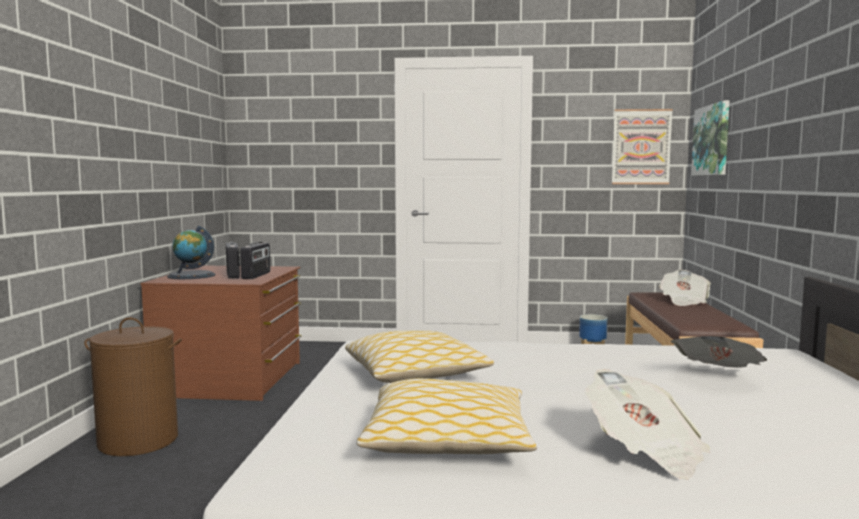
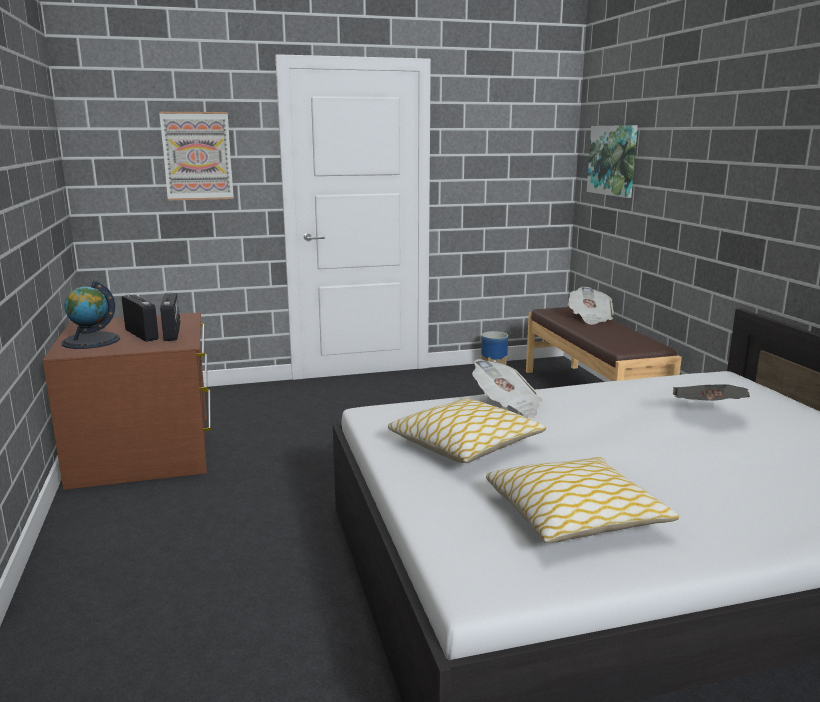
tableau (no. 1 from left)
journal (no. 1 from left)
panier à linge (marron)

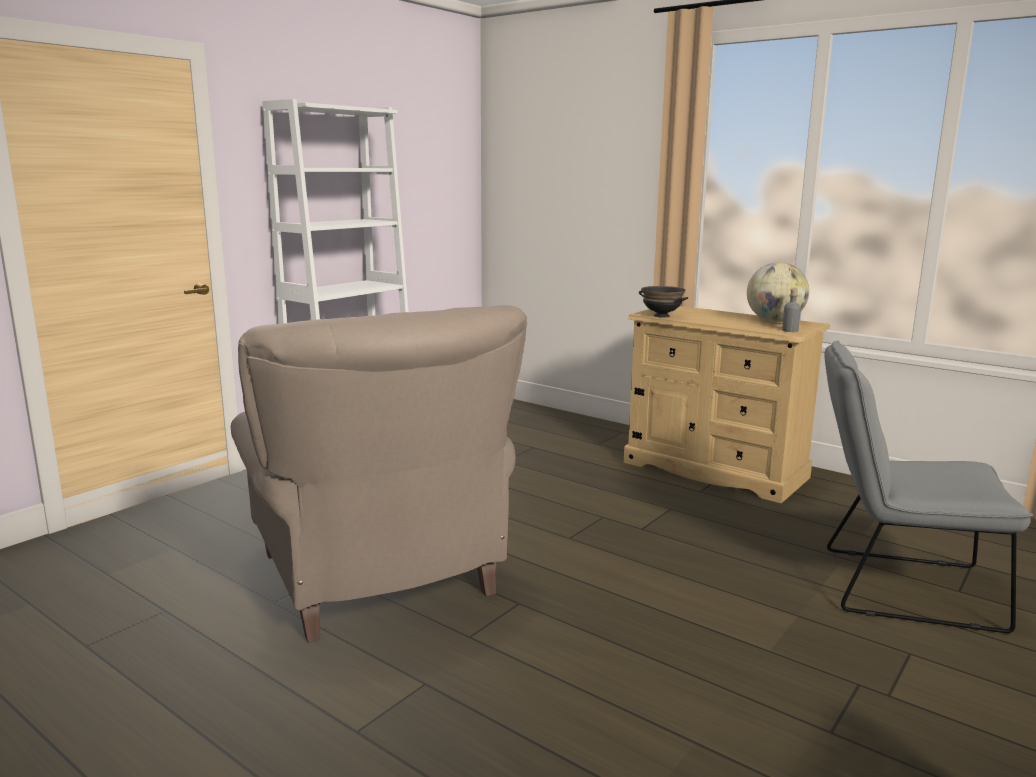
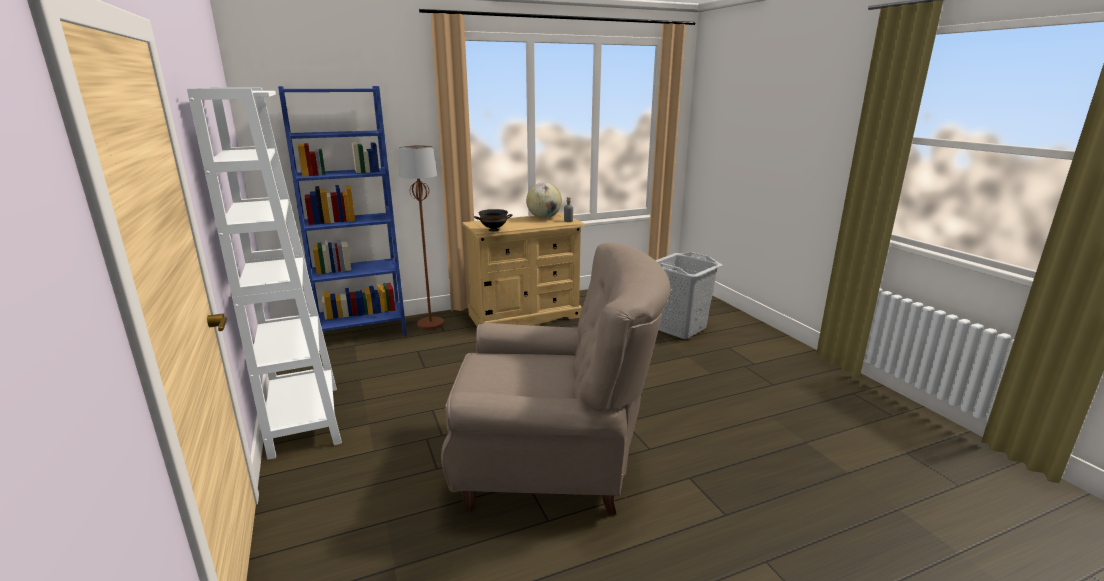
bibliothèque (bleu)
lampadaire (marron)
panier à linge (gris)

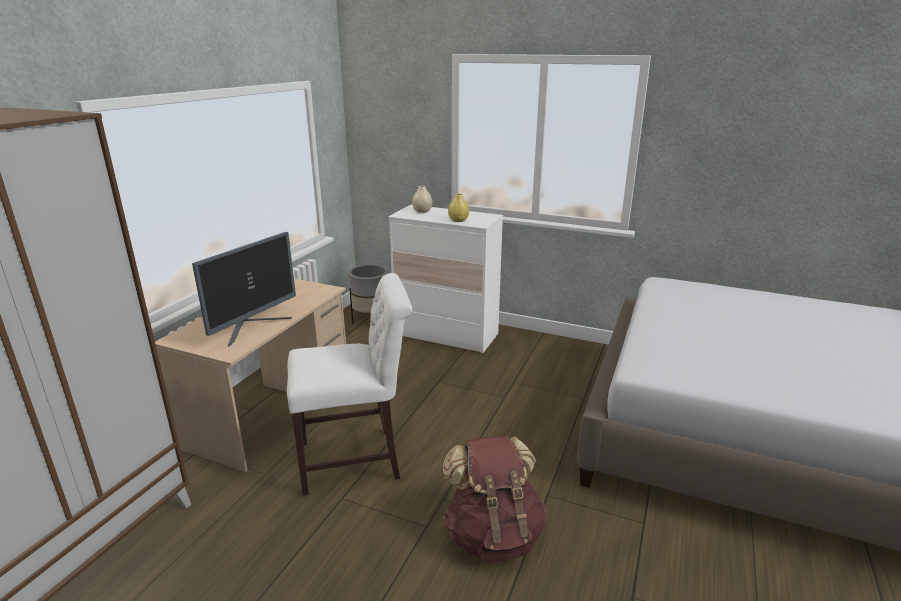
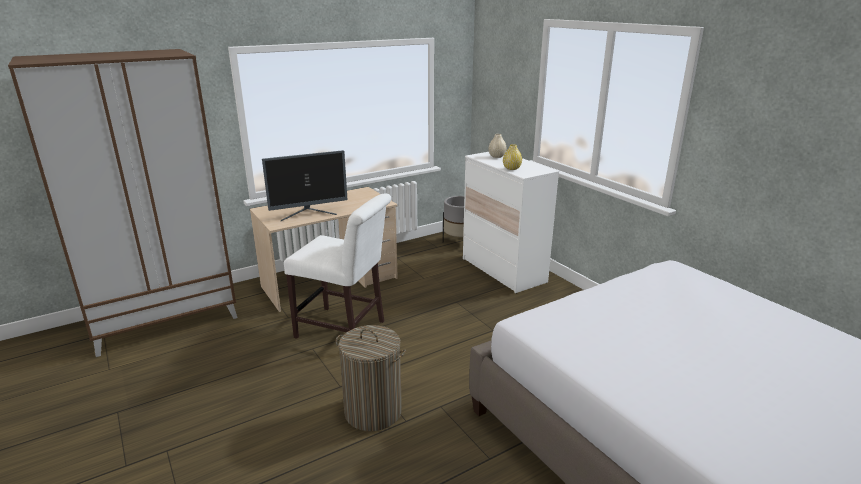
panier à linge

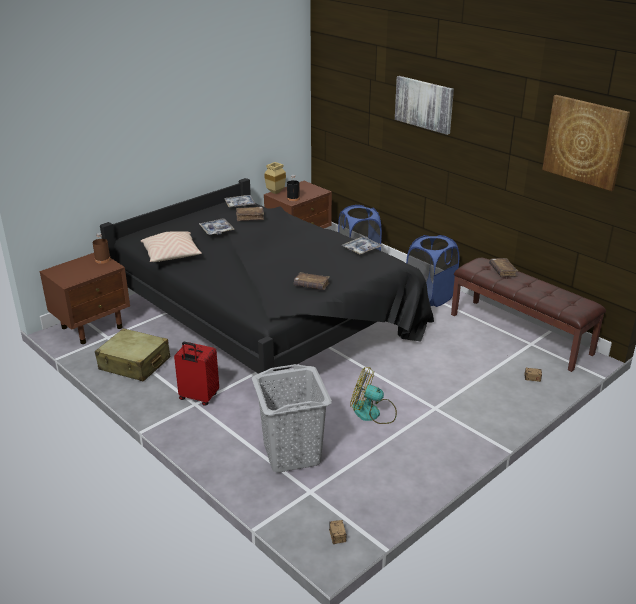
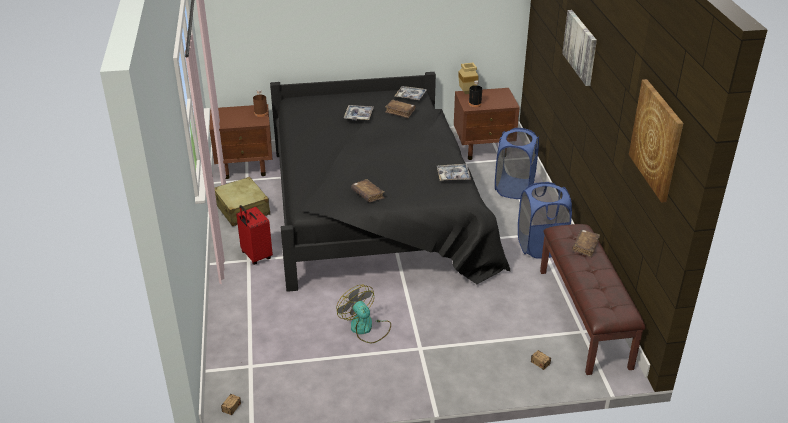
coussin (beige)
panier à linge (gris)

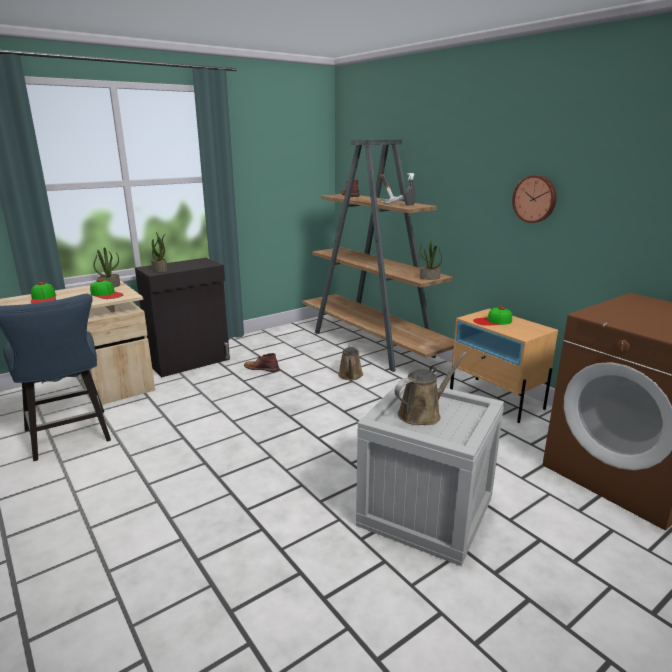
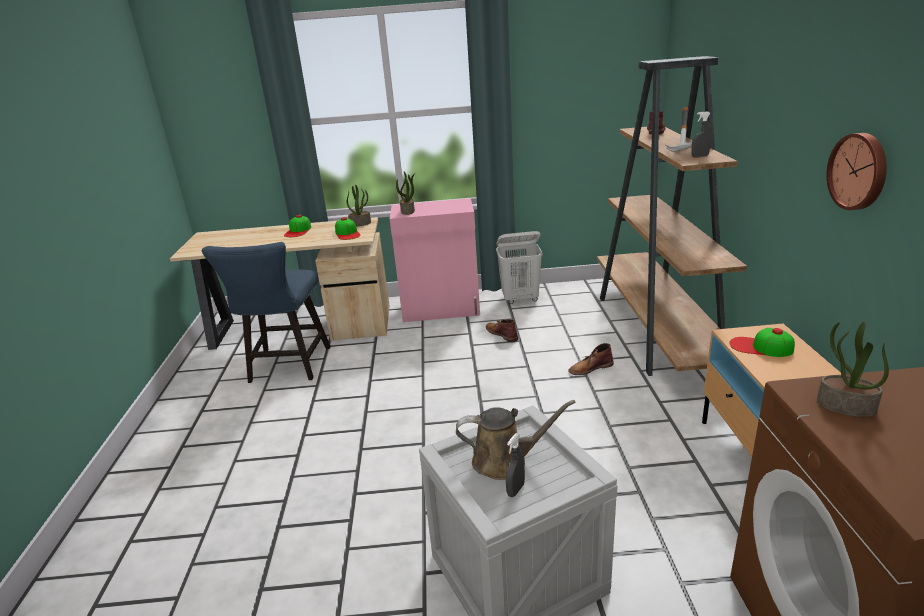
meuble de rangement (rose)
panier à linge (blanc)
vaporisateur (gris) (no. 1 from left)
botte (marron) (no. 2 from left)
plante en pot (no. 3 from left)

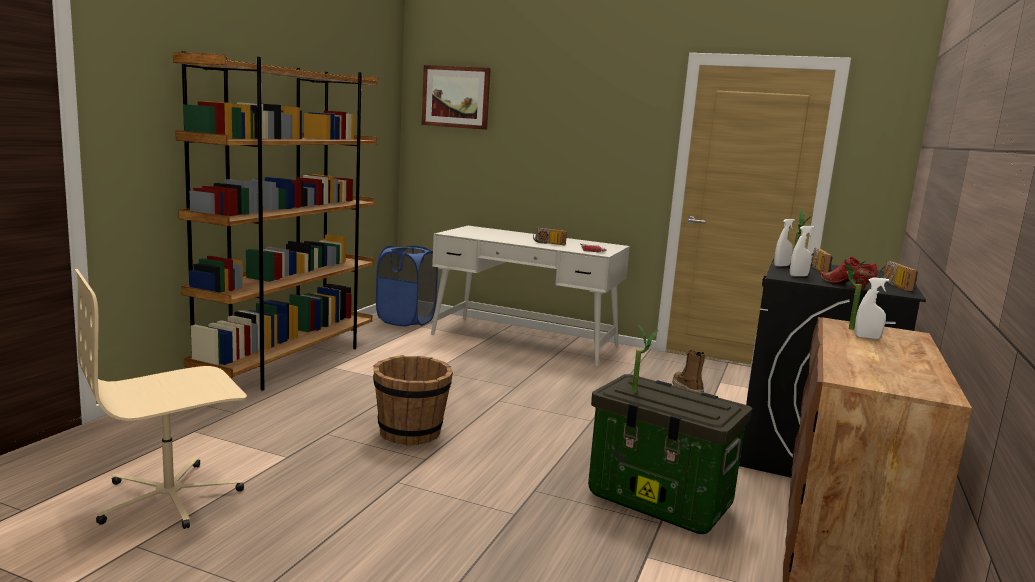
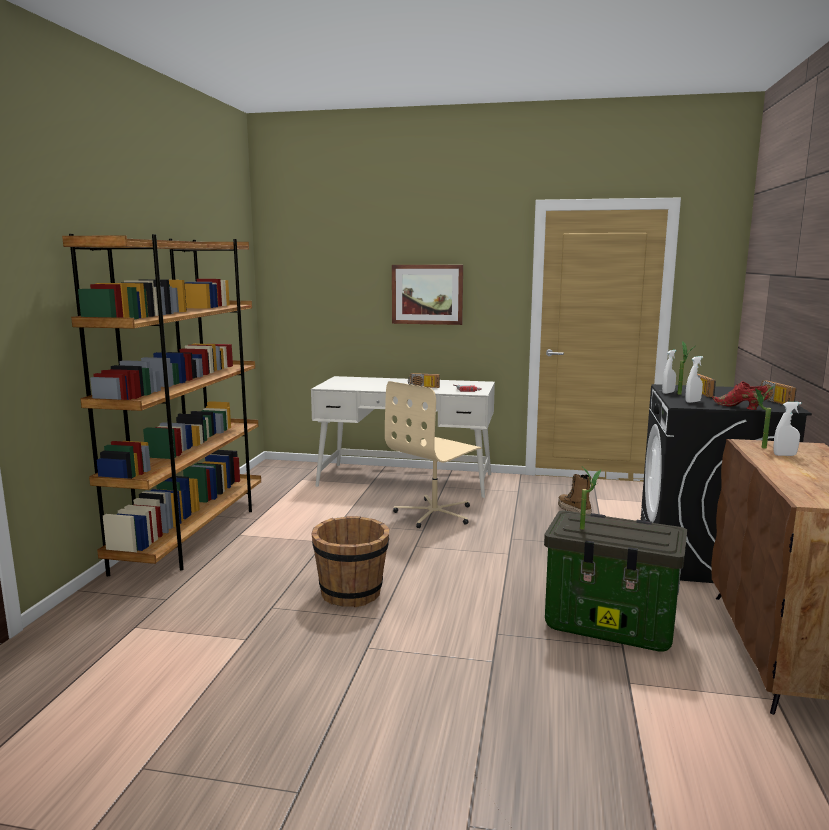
chaise de bureau (beige)
tableau
panier à linge (bleu)

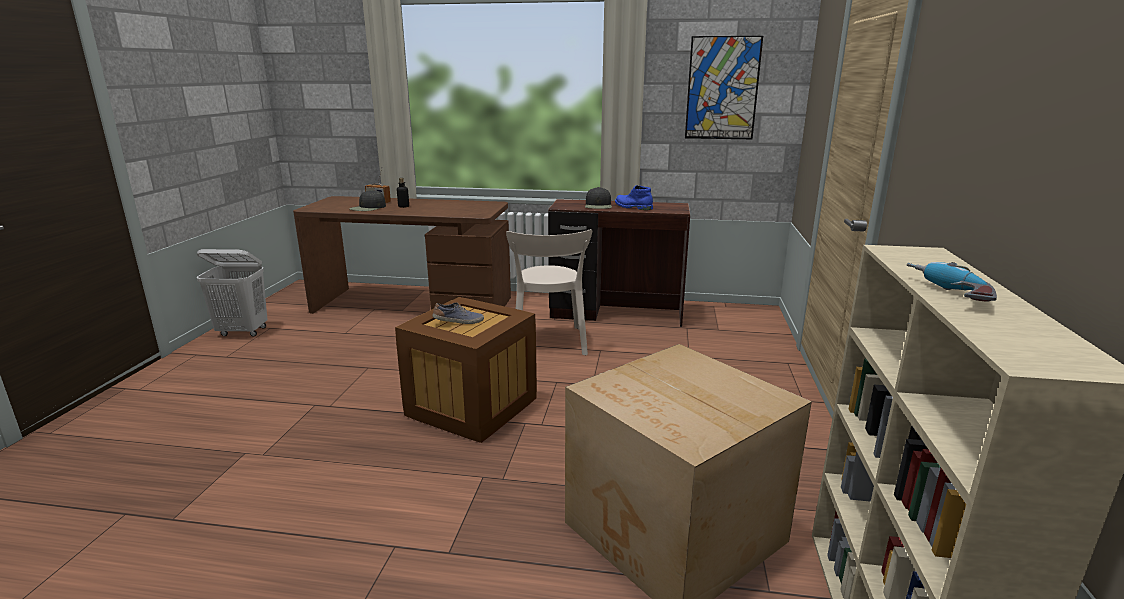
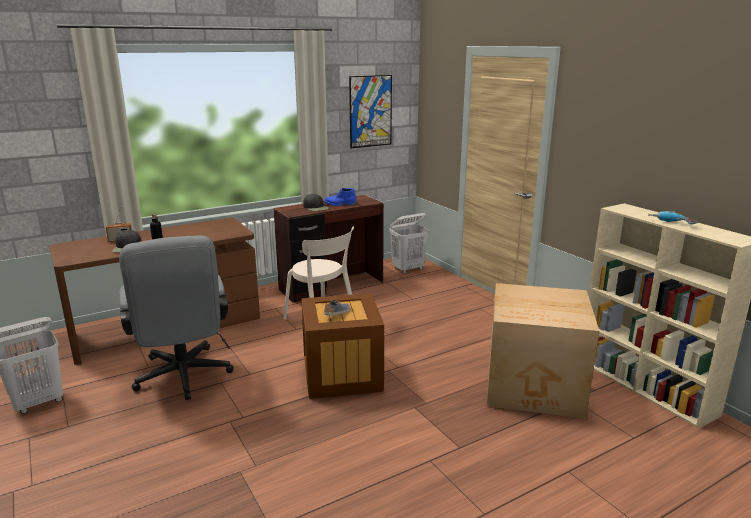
chaise de bureau (gris)
panier à linge (blanc) (no. 2 from left)

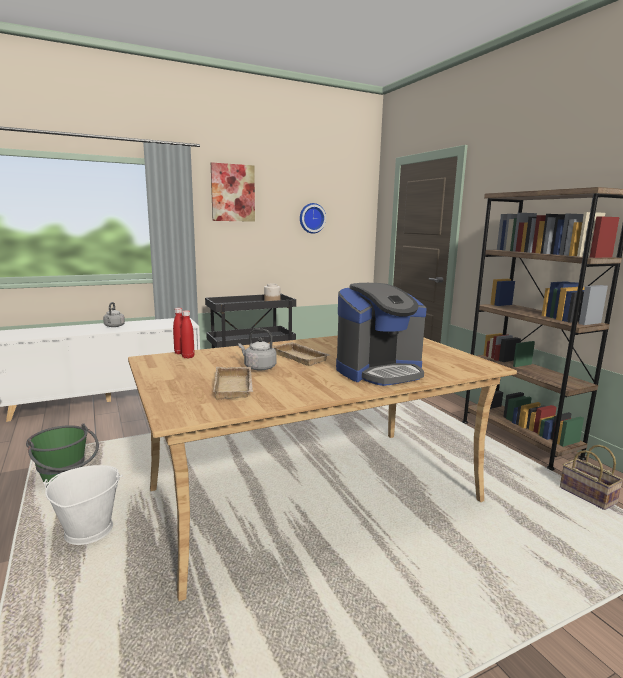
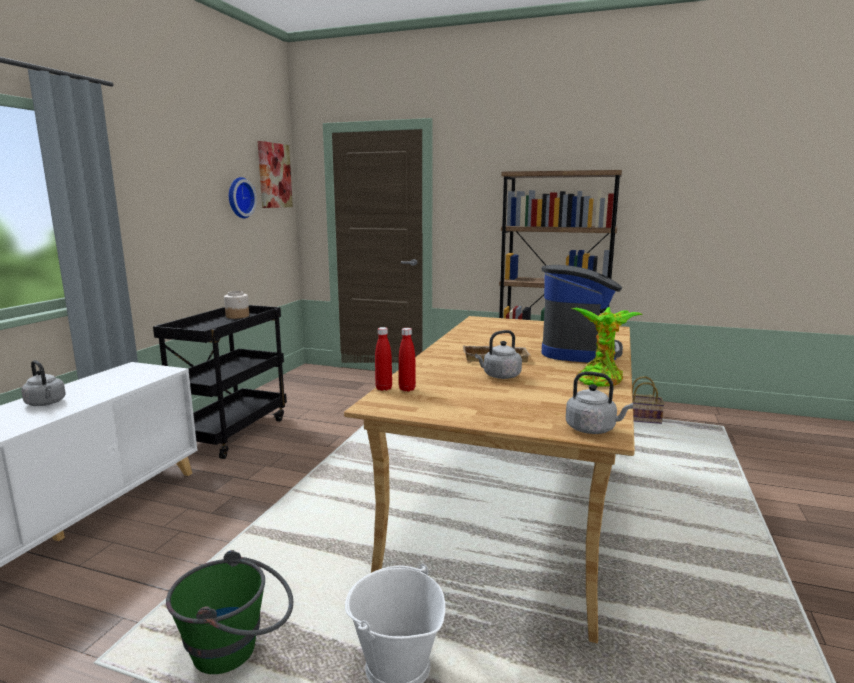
tableau
bouilloire (gris) (no. 3 from left)
plante en pot
plateau (beige) (no. 1 from left in the first image)

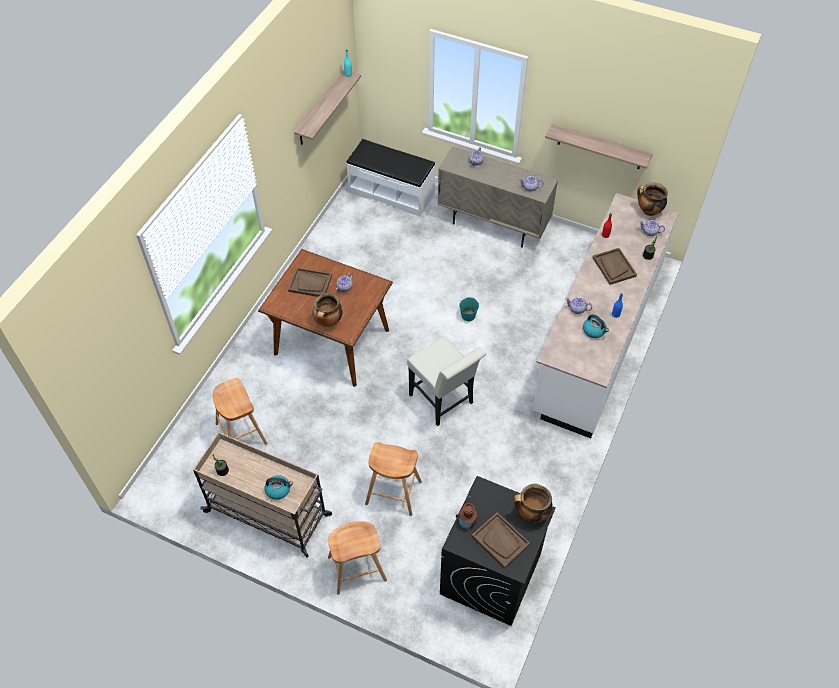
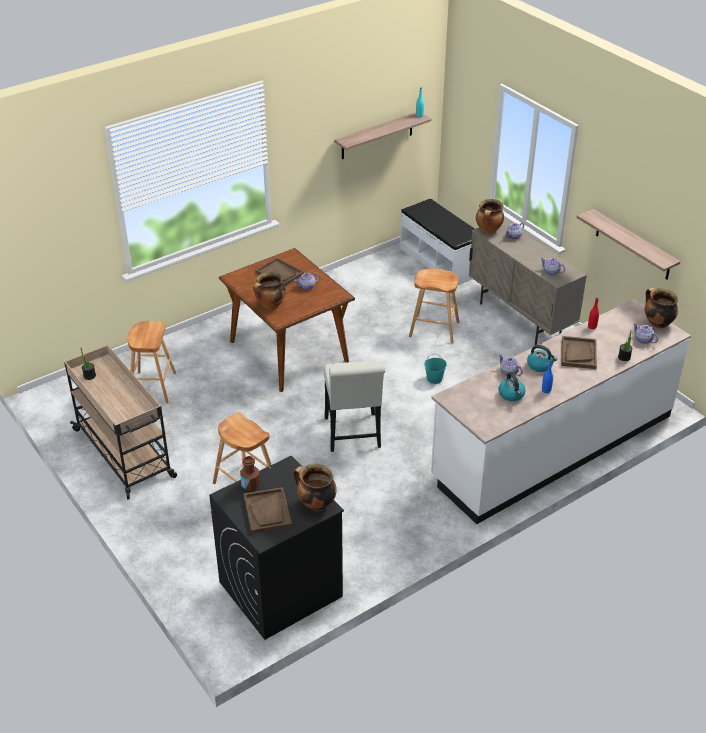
tabouret (marron) (no. 3 from left)
marmite (no. 3 from left)
bouilloire (no. 2 from left)

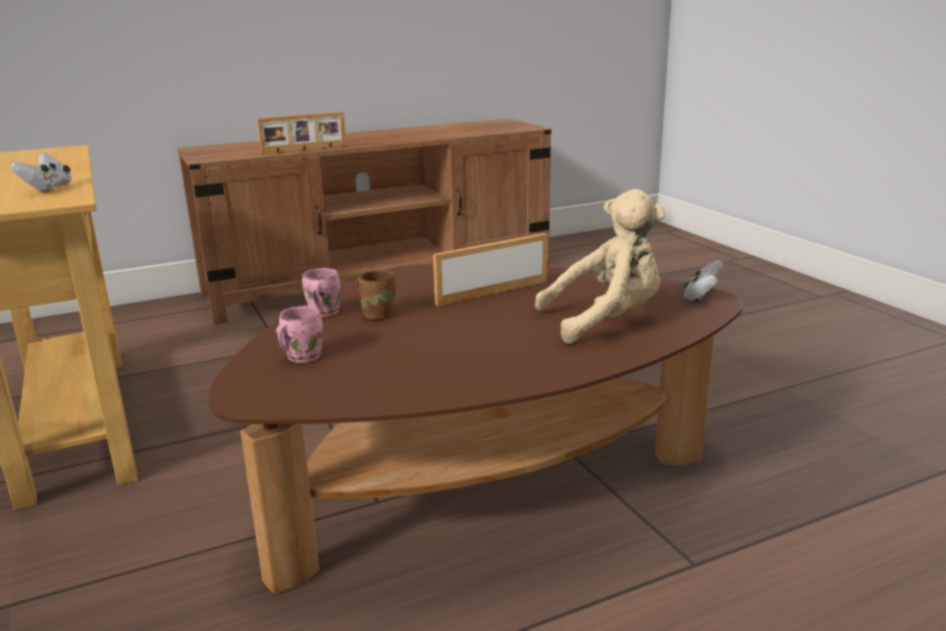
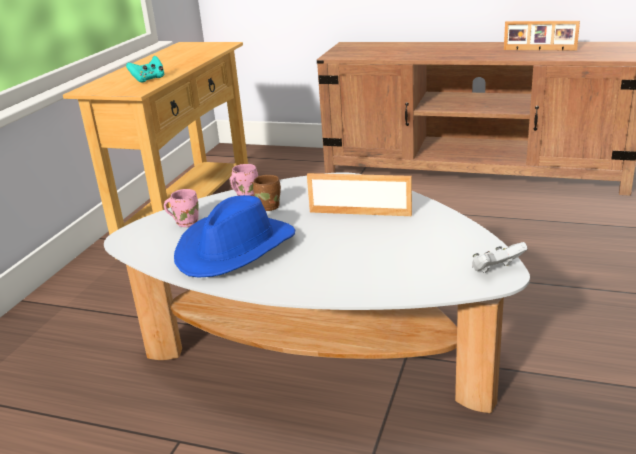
table basse (blanc)
manette (turquoise)
chapeau (bleu)
cadre photo (no. 2 from left)
peluche (beige)

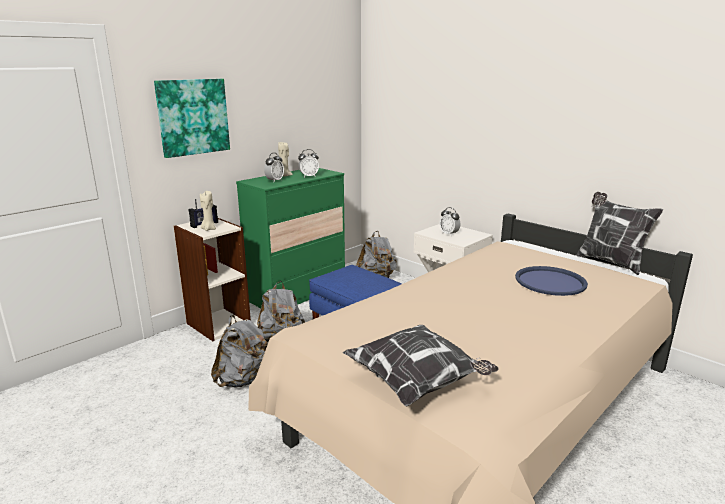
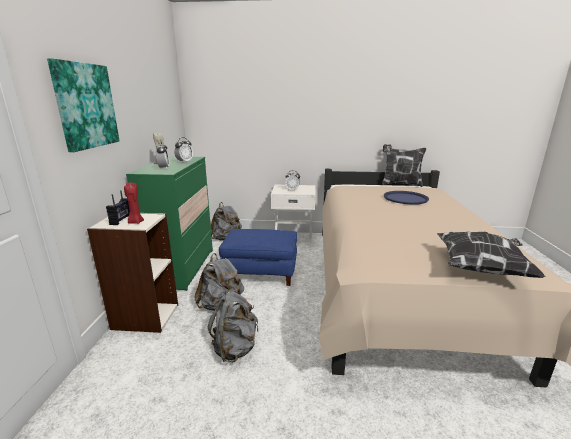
bougie (rouge)

